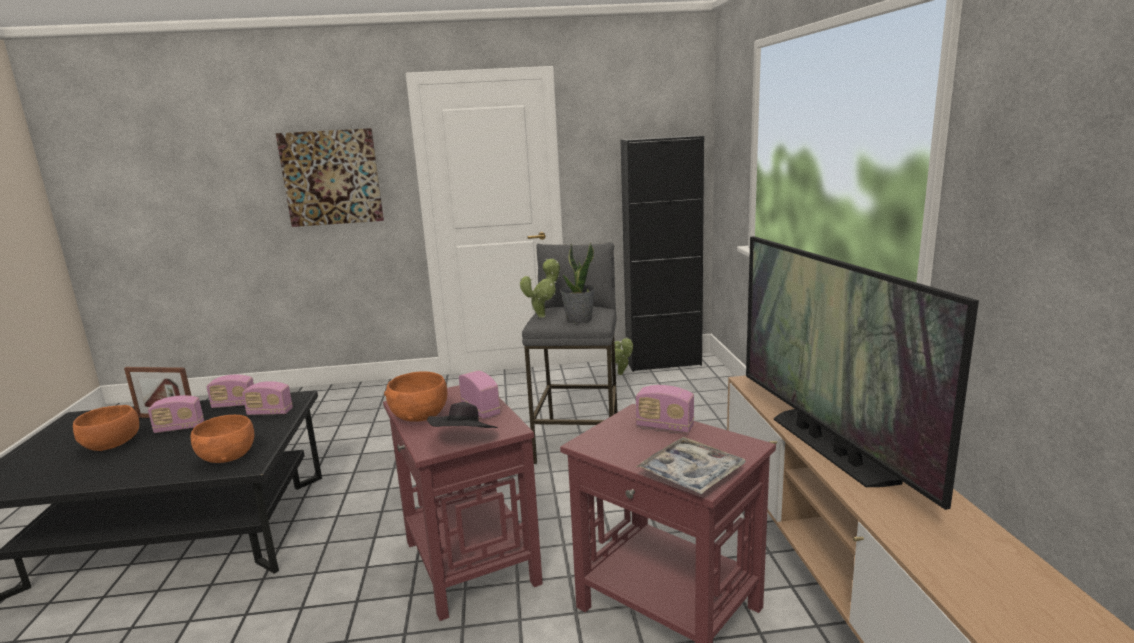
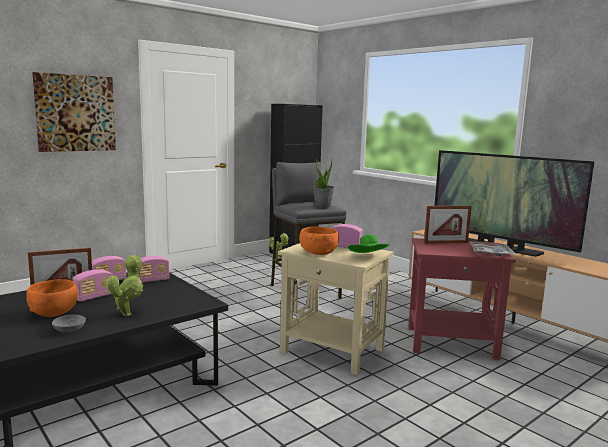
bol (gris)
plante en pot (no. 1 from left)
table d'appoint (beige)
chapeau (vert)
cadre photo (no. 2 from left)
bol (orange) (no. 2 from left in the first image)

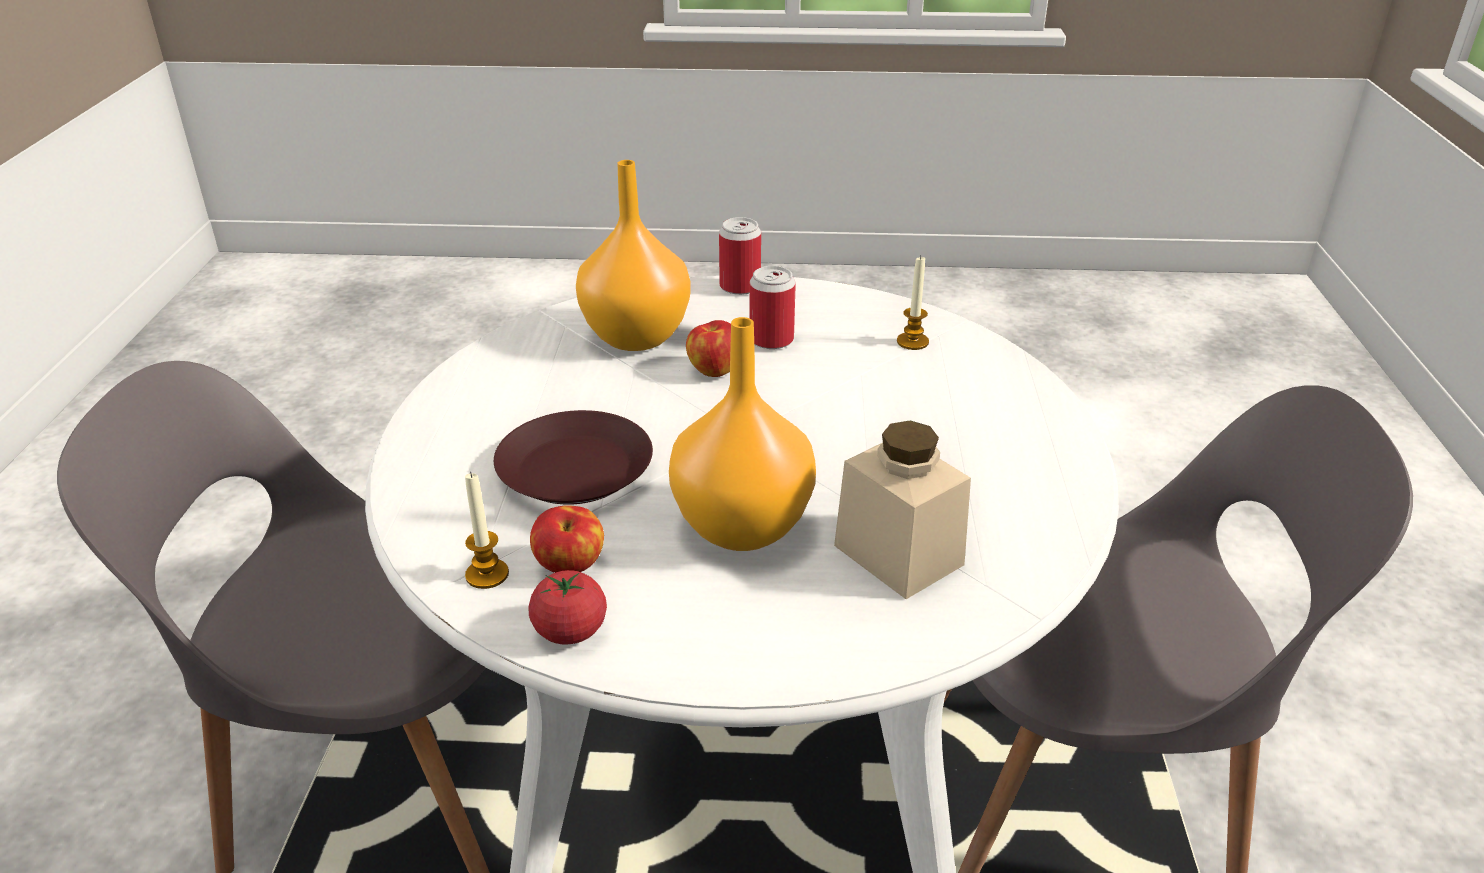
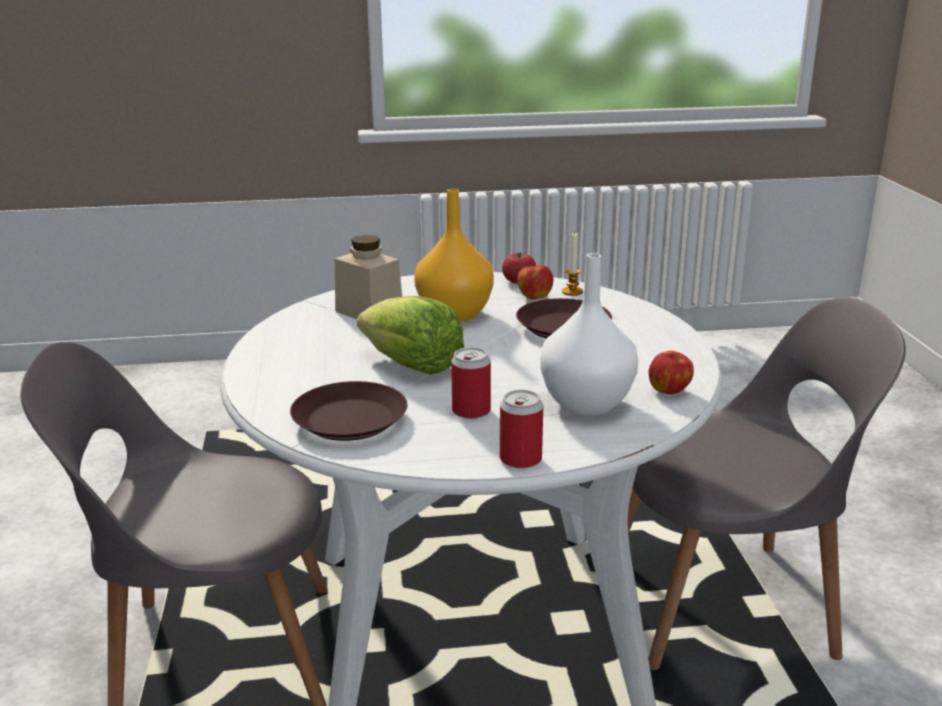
assiette (marron) (no. 1 from left)
laitue
vase (blanc)
pomme (no. 2 from left)

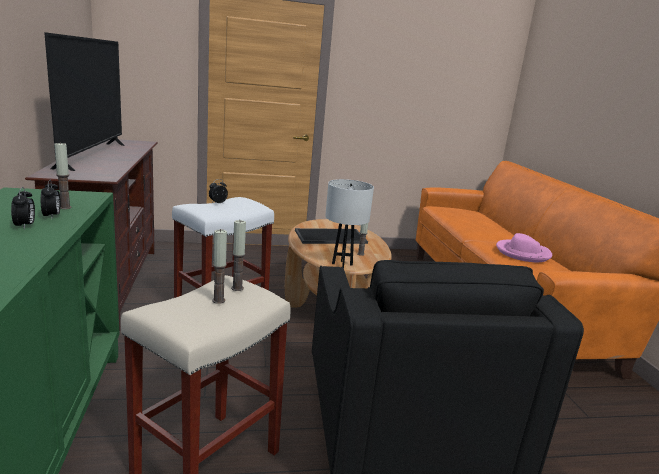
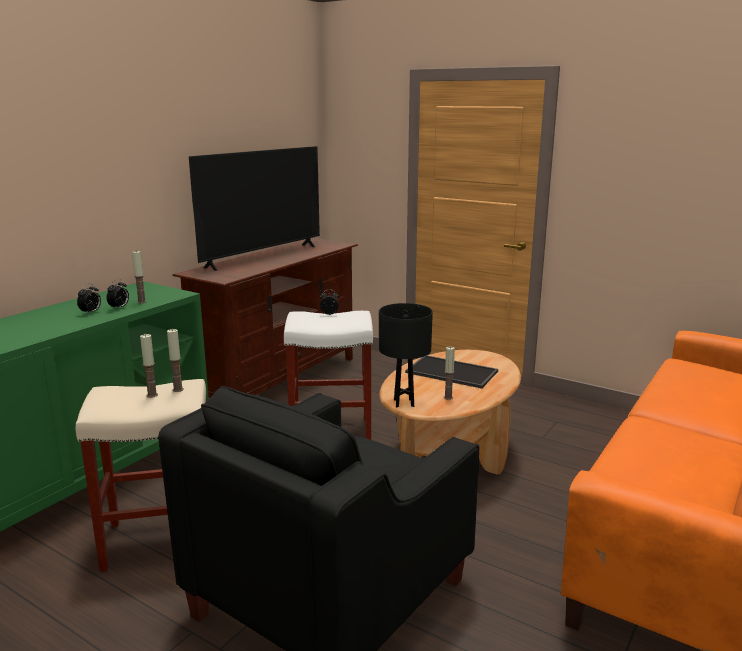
lampe de table (noir)
chapeau (rose)

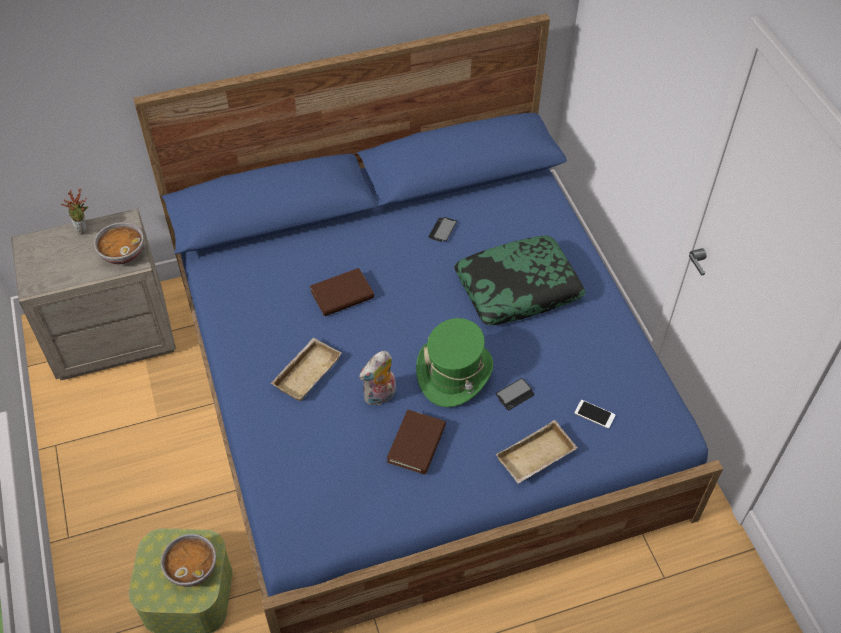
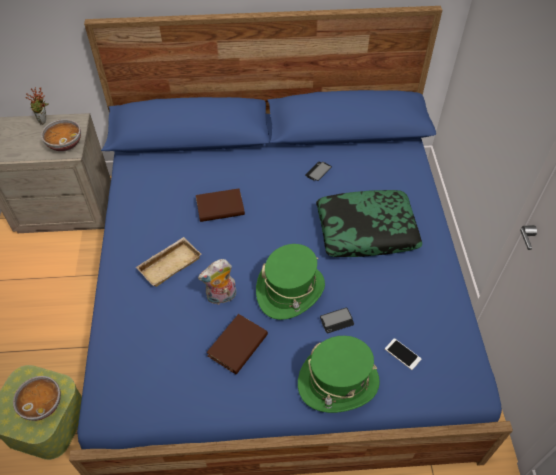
chapeau (vert) (no. 2 from left)

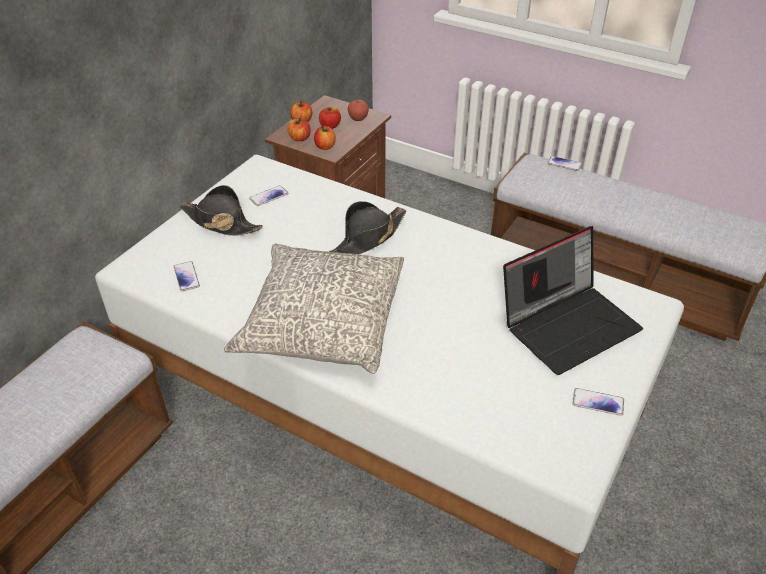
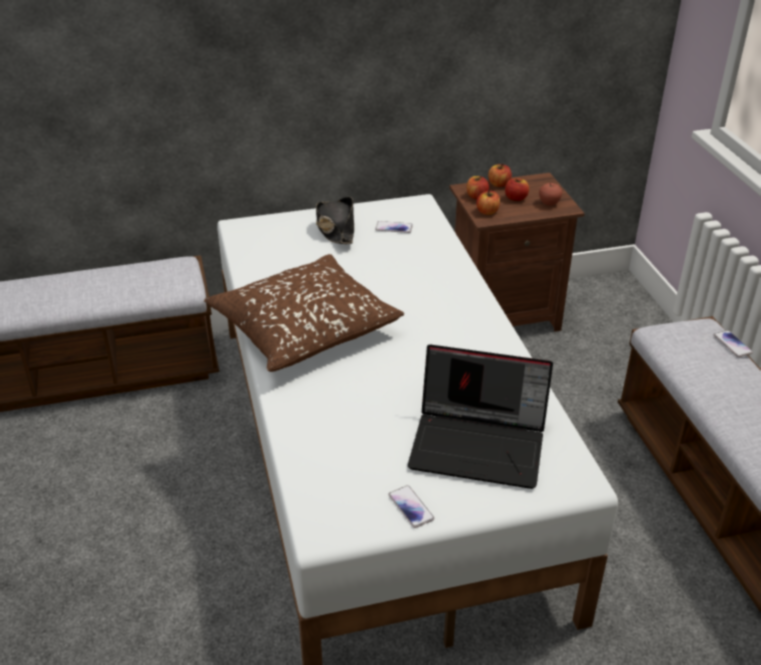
coussin (marron)
téléphone (no. 1 from left in the first image)
chapeau (noir) (no. 2 from left in the first image)

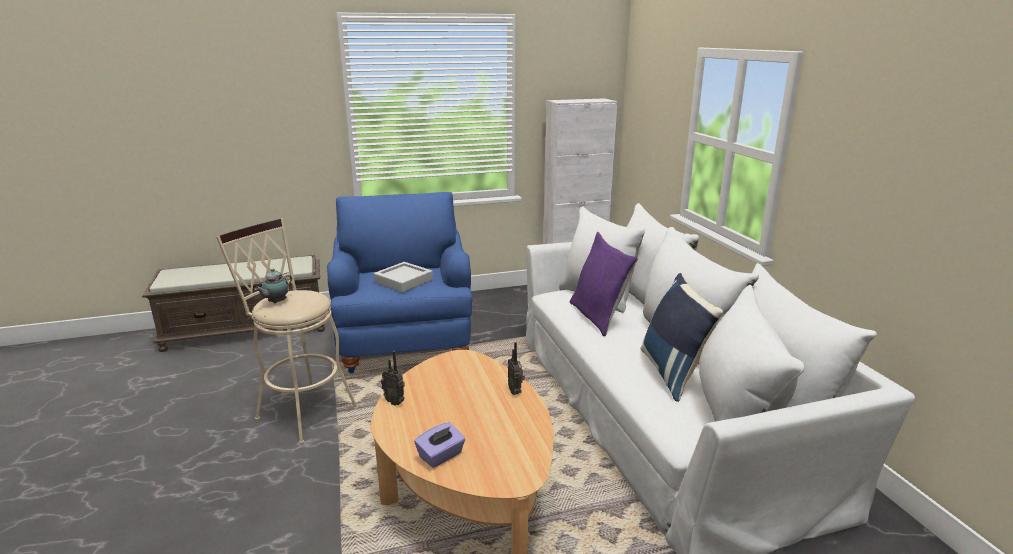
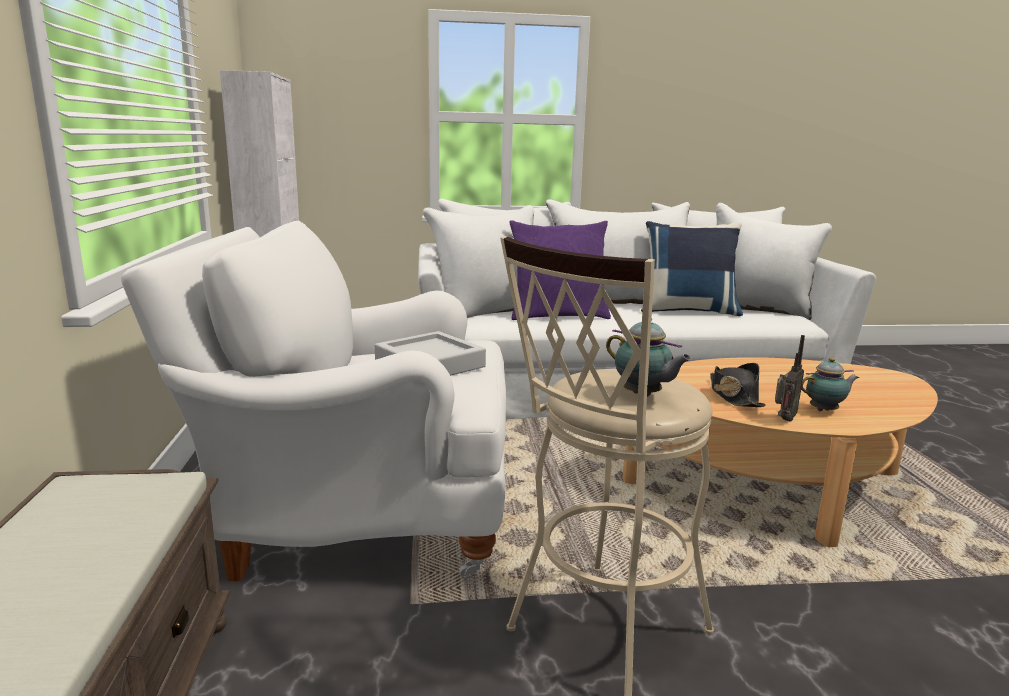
fauteuil (blanc)
chapeau (noir)
théière (no. 2 from left)
boîte à mouchoirs (violet)
radio (no. 2 from left in the first image)

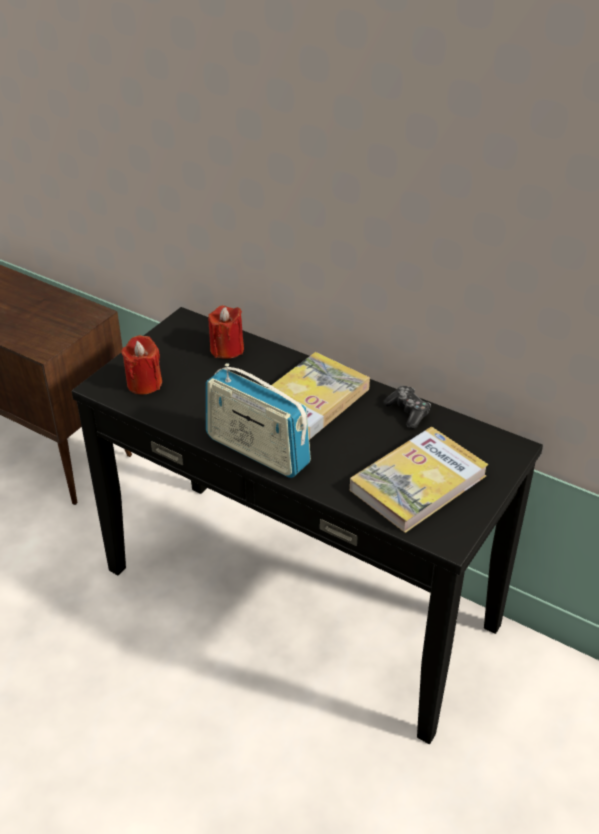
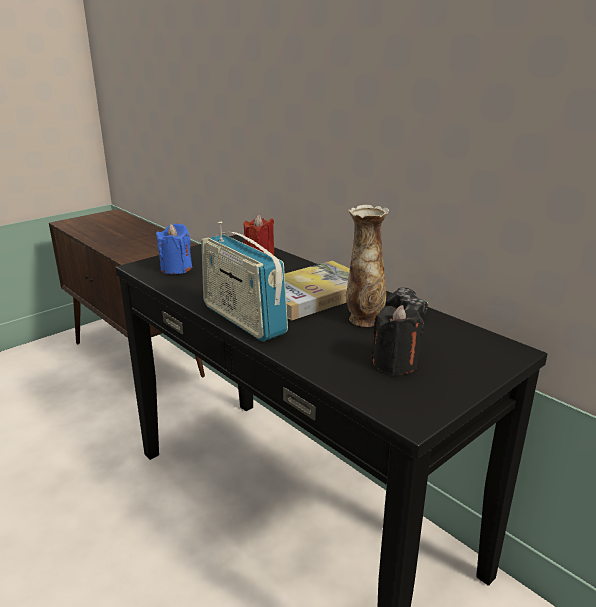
bougie (bleu)
vase
bougie (noir)

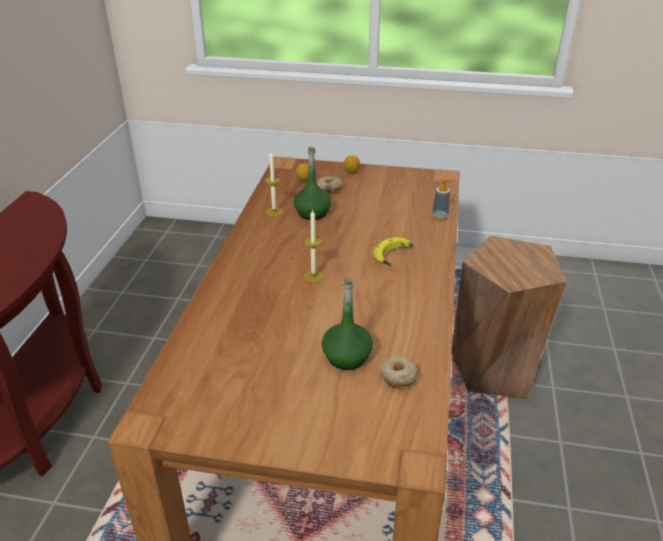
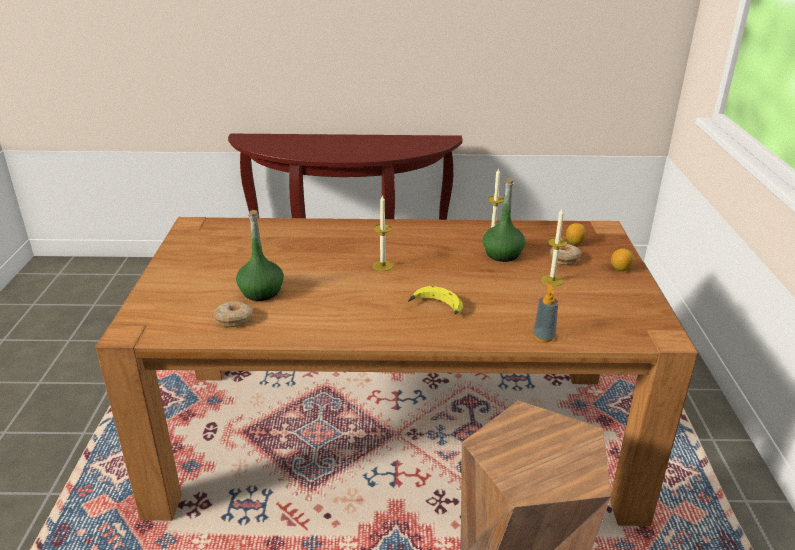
bougie (no. 3 from left)

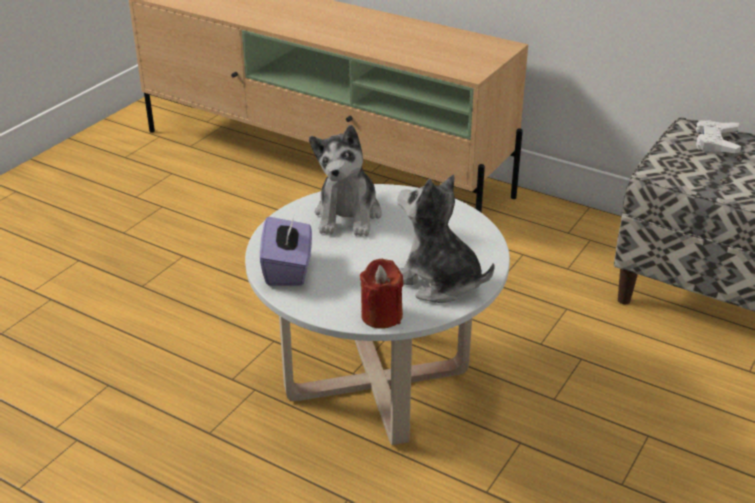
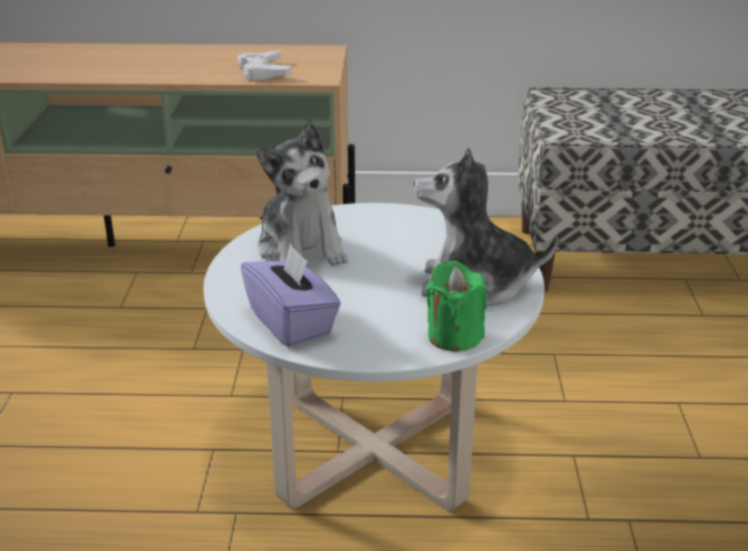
manette (blanc)
bougie (vert)

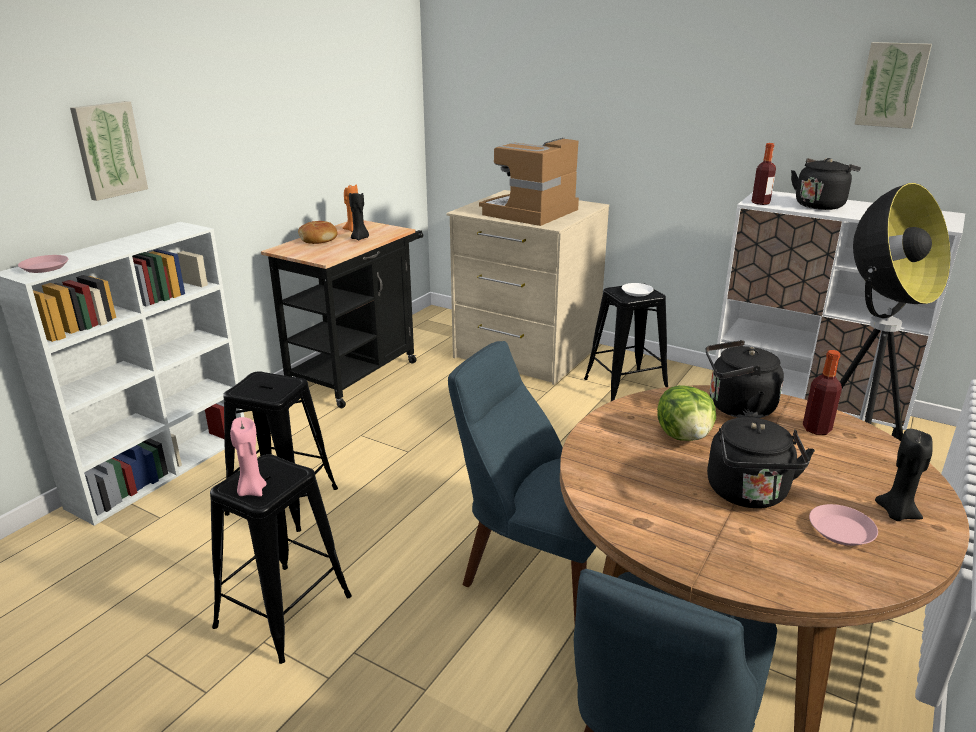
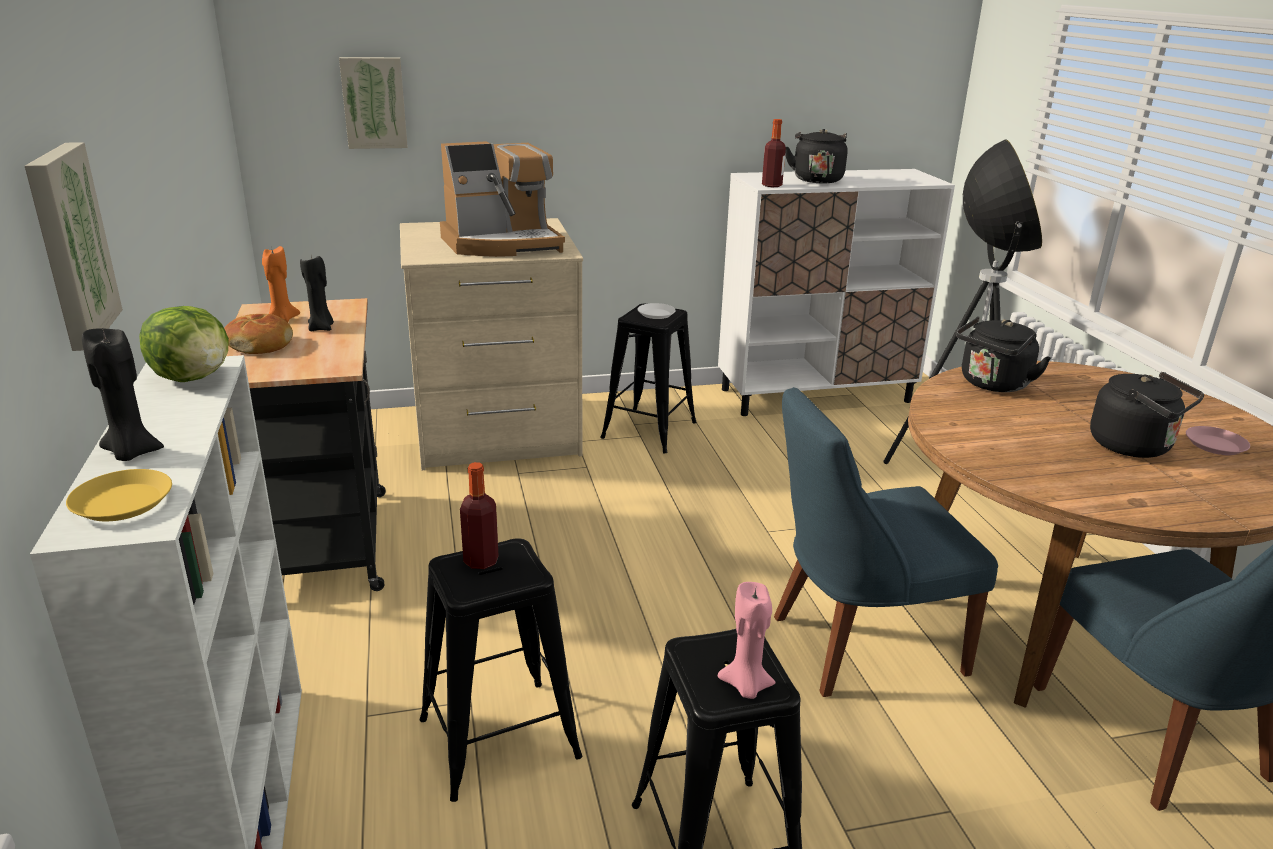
assiette (jaune)
bougie (noir) (no. 1 from left)
laitue
tableau (no. 2 from left)
machine à café
bouteille (no. 1 from left)

